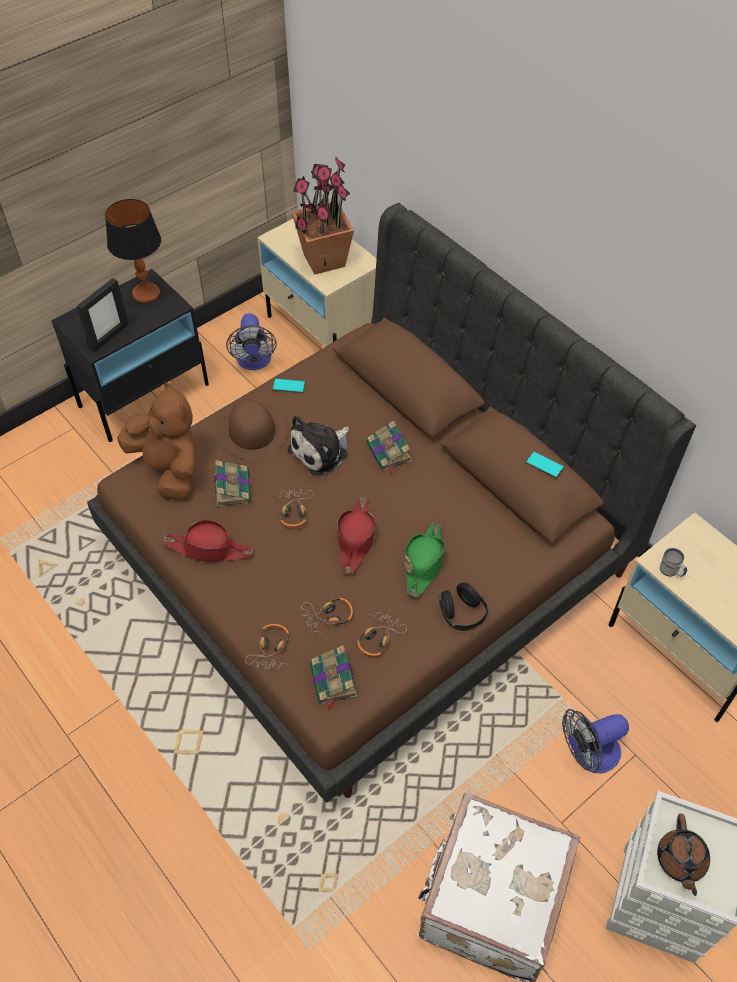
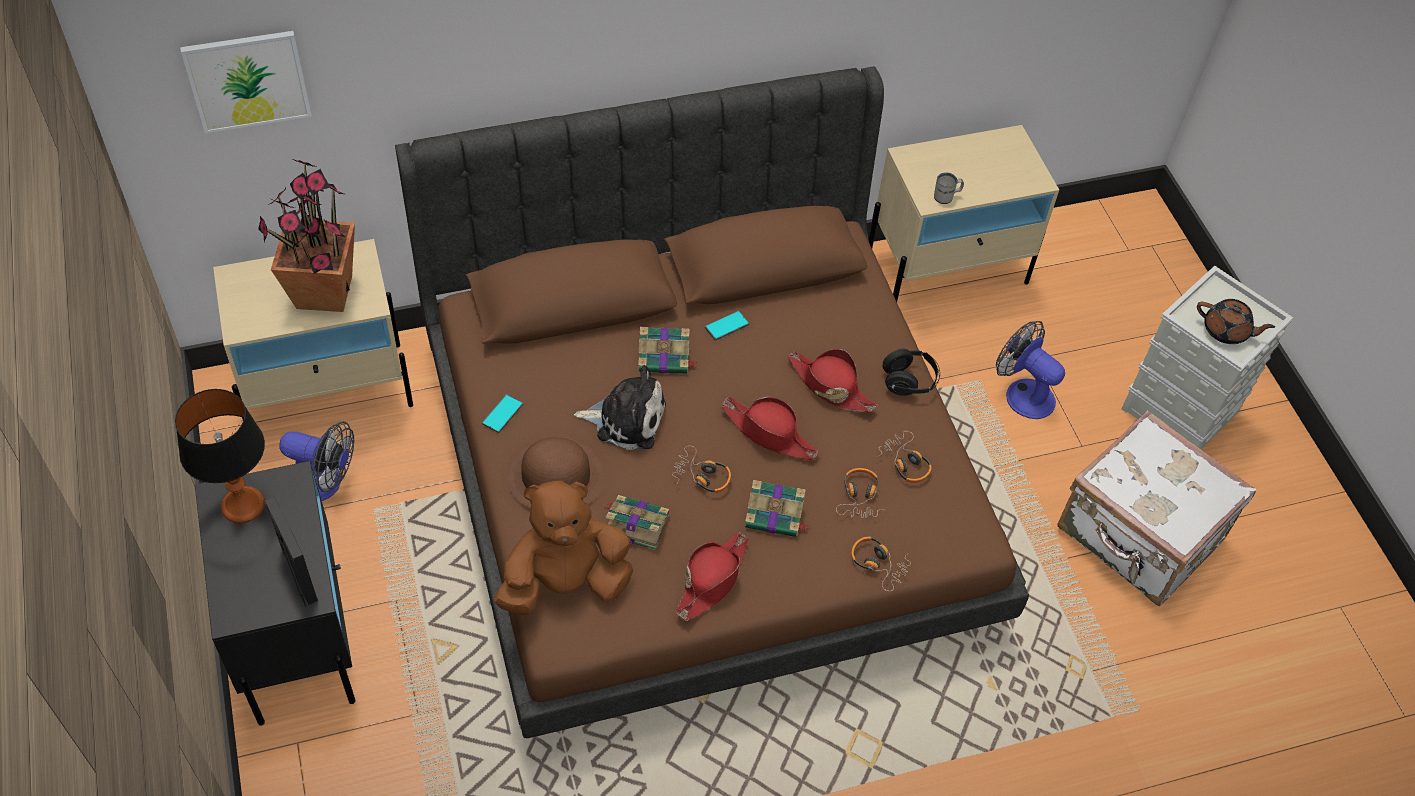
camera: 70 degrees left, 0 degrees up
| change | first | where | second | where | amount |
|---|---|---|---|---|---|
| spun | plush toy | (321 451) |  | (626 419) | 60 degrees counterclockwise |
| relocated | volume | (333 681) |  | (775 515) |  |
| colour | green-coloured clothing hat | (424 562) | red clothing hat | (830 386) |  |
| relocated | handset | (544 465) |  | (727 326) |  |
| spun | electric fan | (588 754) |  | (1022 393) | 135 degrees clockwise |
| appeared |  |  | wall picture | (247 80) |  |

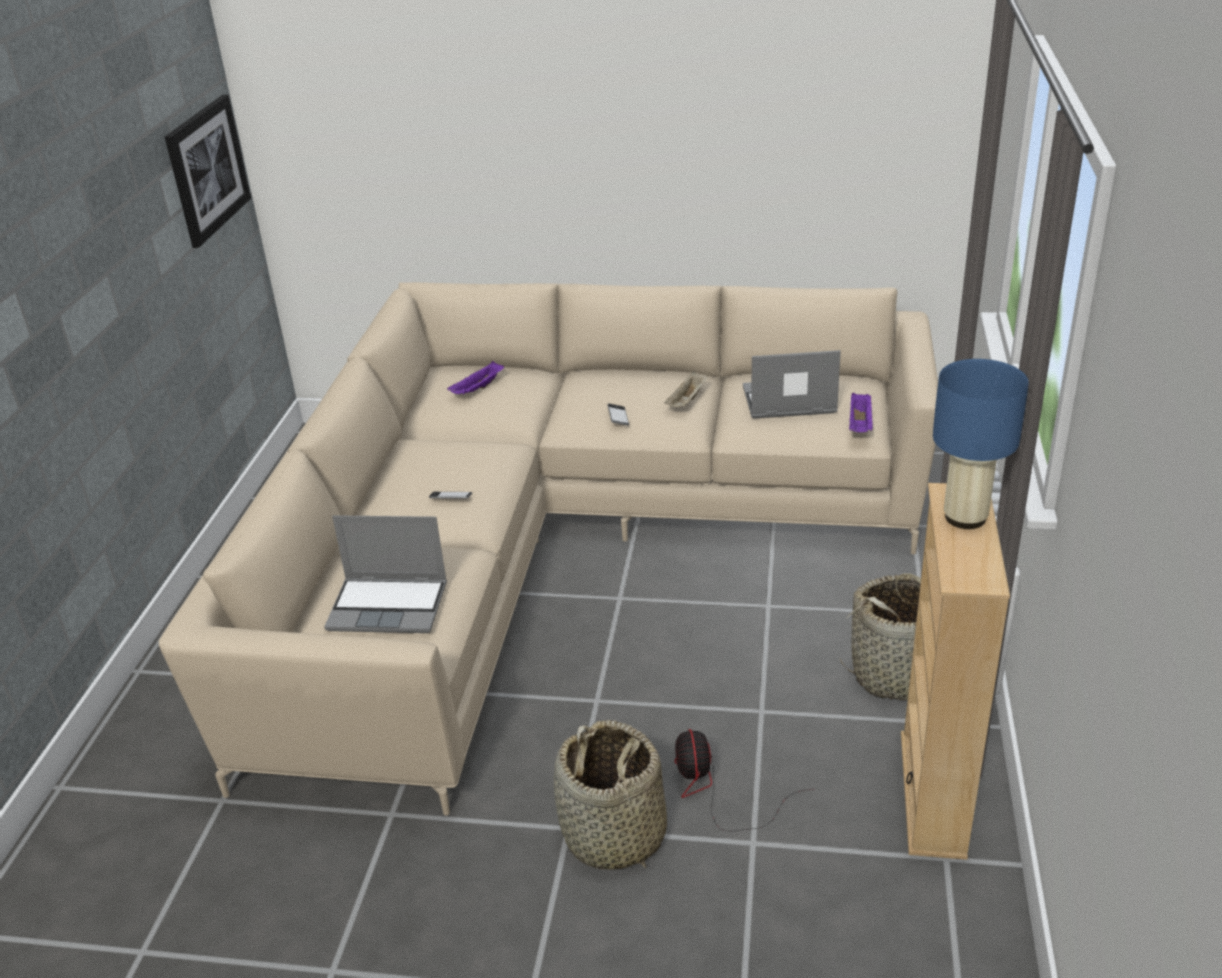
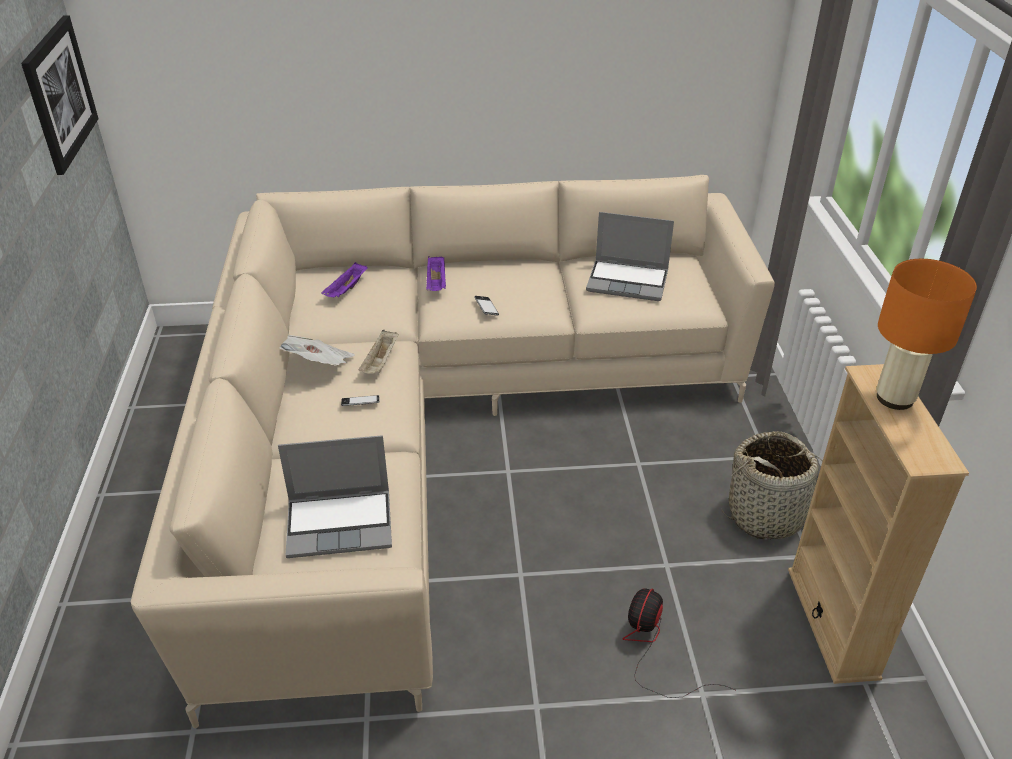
camera: 15 degrees left, 5 degrees up
| change | first | where | second | where | amount |
|---|---|---|---|---|---|
| missing | basket | (614 836) |  |  |  |
| relocated | beige-coloured tray | (687 401) |  | (380 362) |  |
| spun | electric fan | (715 791) |  | (653 648) | 45 degrees clockwise |
| spun | portable computer | (787 402) |  | (628 281) | 150 degrees counterclockwise |
| relocated | purplish tray | (860 424) |  | (436 283) |  |
| colour | blue lamp for a table | (966 518) | orangey lamp for a table | (896 398) |  |
| appeared |  |  | newspaper | (317 366) |  |

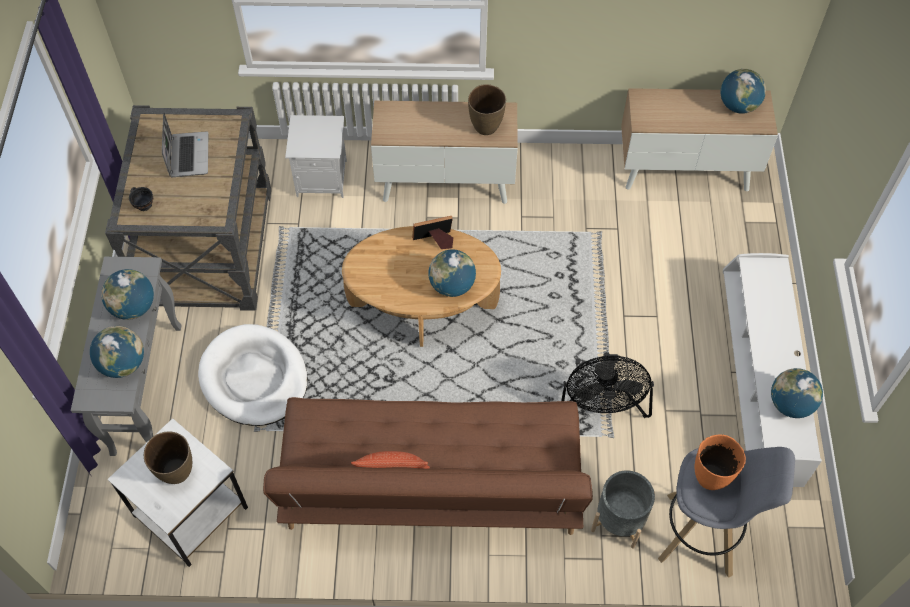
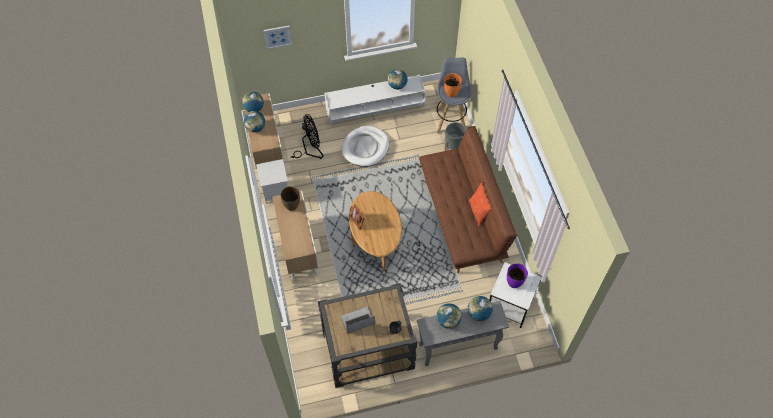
camera: 105 degrees left, 0 degrees up
| change | first | where | second | where | amount |
|---|---|---|---|---|---|
| colour | brown-coloured flower vase | (177 472) | purplish flower vase | (514 282) |  |
| relocated | white-coloured dog cushion | (254 378) |  | (365 148) |  |
| relocated | gray night table | (323 177) |  | (275 190) |  |
| relocated | world globe | (452 286) |  | (256 128) |  |
| relocated | black-coloured electric fan | (598 401) |  | (309 146) |  |
| appeared |  |  | wall picture | (277 36) |  |

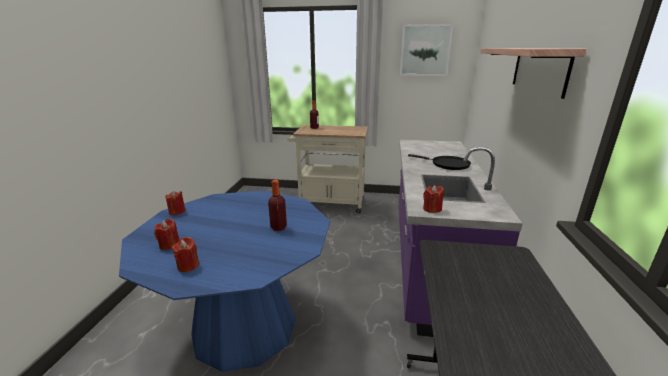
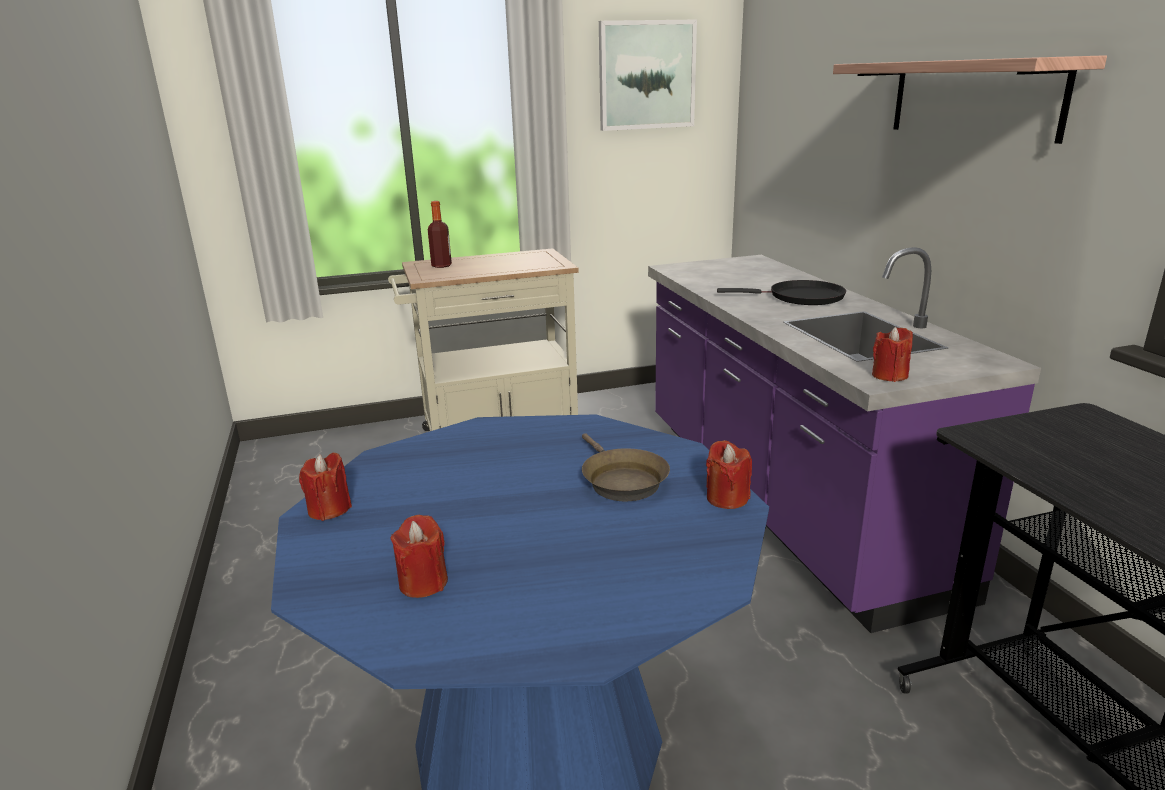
camera: 25 degrees left, 0 degrees up
| change | first | where | second | where | amount |
|---|---|---|---|---|---|
| relocated | red candle | (188 266) |  | (727 498) |  |
| exchanged | bottle | (278 227) | brown-coloured pan | (621 481) |  |

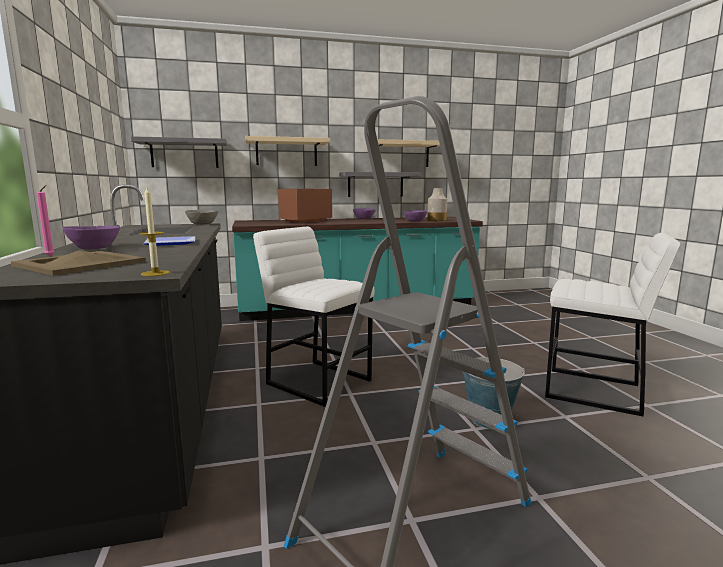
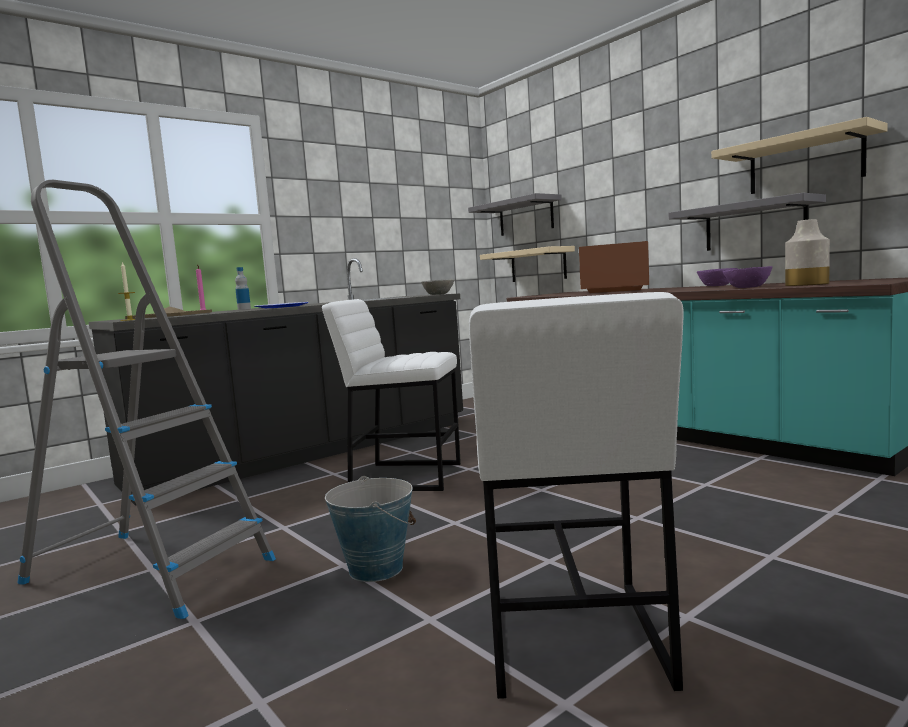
camera: 65 degrees right, 5 degrees down
| change | first | where | second | where | amount |
|---|---|---|---|---|---|
| exchanged | purplish bowl | (95 248) | bottle | (244 309) |  |
| relocated | beige-coloured wall shelf | (286 152) |  | (538 265) |  |
| spun | white-coloured chair | (317 381) |  | (403 476) | 90 degrees counterclockwise |

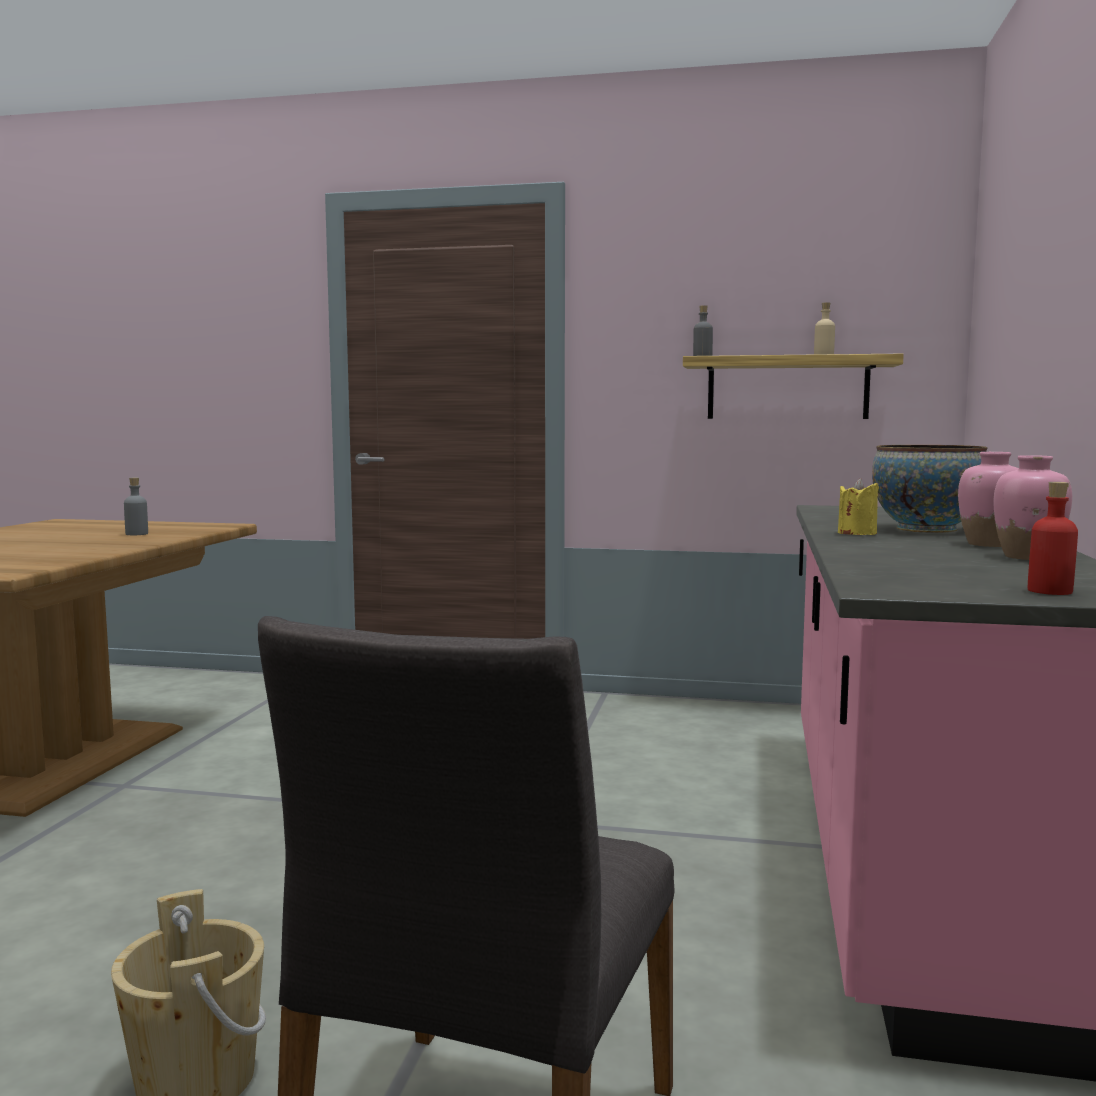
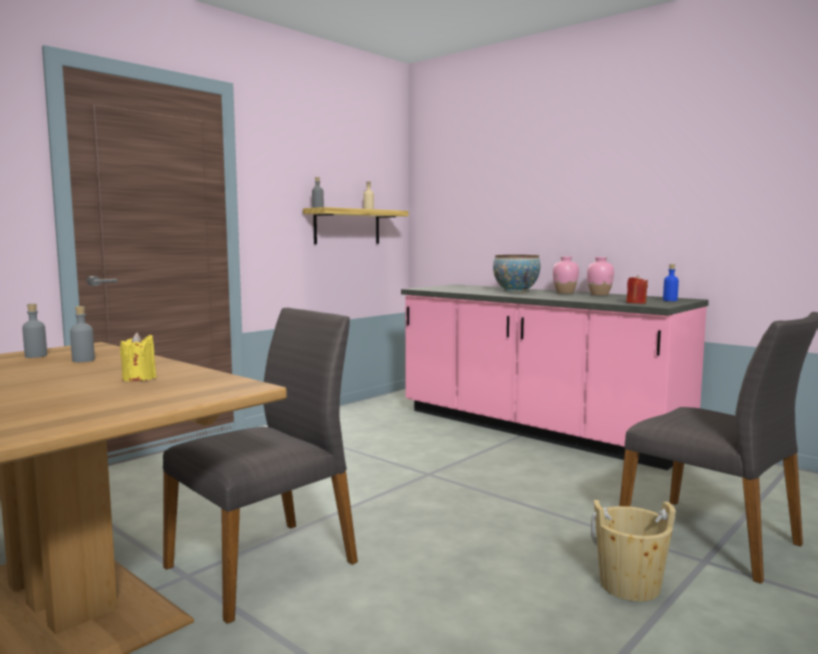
camera: 60 degrees left, 0 degrees up
| change | first | where | second | where | amount |
|---|---|---|---|---|---|
| relocated | yellow-coloured candle | (857 533) |  | (139 378) |  |
| colour | red bottle | (1050 591) | blue bottle | (670 300) |  |
| appeared |  |  | gray bottle | (36 356) |  |
| appeared |  |  | gray chair | (265 564) |  |
| appeared |  |  | red candle | (636 303) |  |

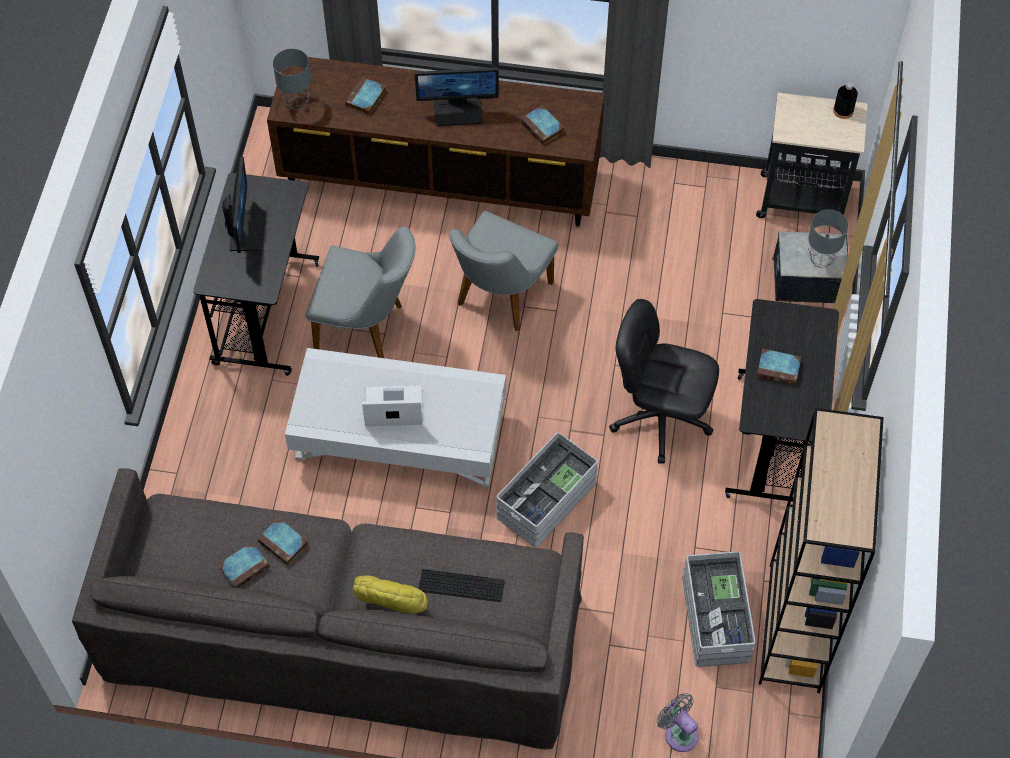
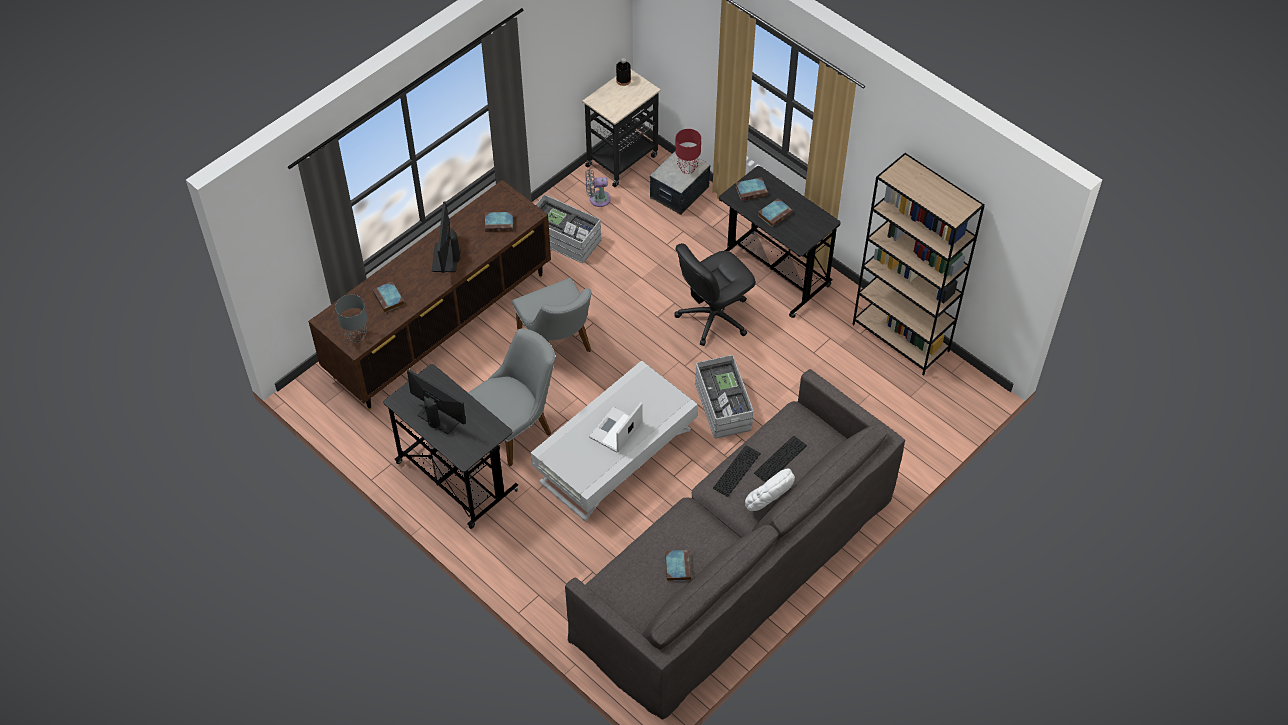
camera: 55 degrees left, 5 degrees down
| change | first | where | second | where | amount |
|---|---|---|---|---|---|
| relocated | volume | (284 543) |  | (752 190) |  |
| colour | yellow-coloured throw pillow | (391 608) | white-coloured throw pillow | (768 504) |  |
| spun | monitor | (458 111) |  | (446 258) | 150 degrees clockwise |
| relocated | gray electric fan | (679 732) |  | (597 199) |  |
| relocated | gray storage box | (717 618) |  | (564 238) |  |
| colour | gray lamp for a table | (821 260) | red lamp for a table | (687 169) |  |
| appeared |  |  | PC keyboard | (736 471) |  |

